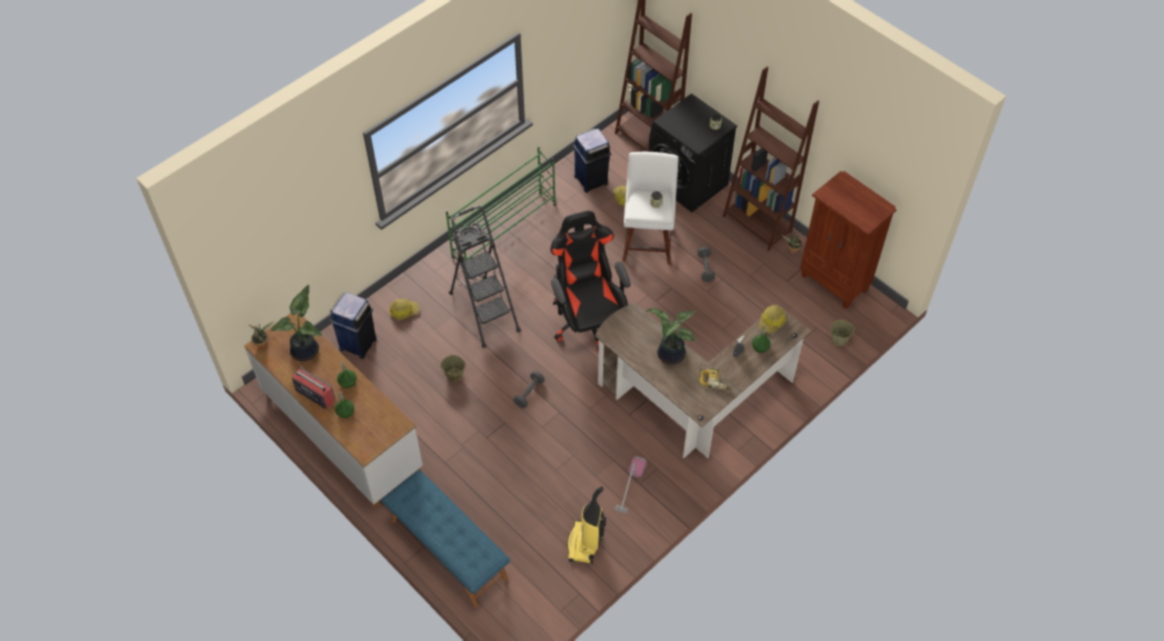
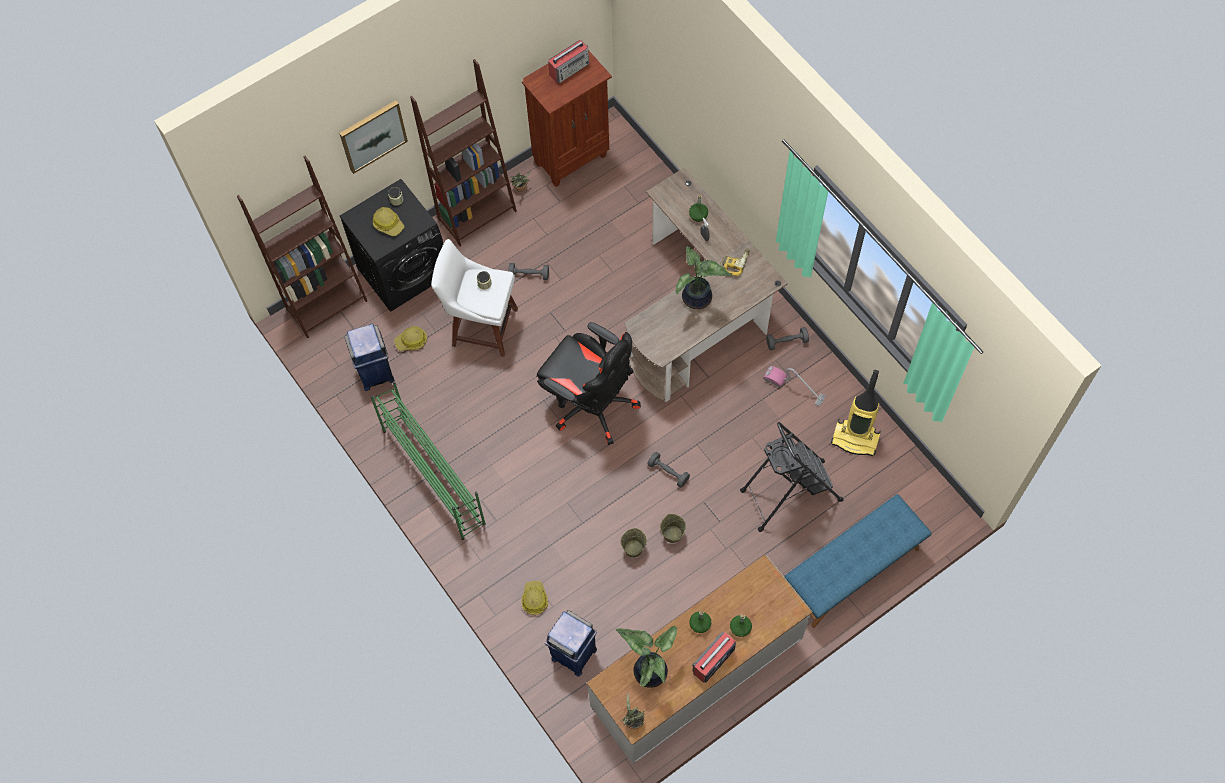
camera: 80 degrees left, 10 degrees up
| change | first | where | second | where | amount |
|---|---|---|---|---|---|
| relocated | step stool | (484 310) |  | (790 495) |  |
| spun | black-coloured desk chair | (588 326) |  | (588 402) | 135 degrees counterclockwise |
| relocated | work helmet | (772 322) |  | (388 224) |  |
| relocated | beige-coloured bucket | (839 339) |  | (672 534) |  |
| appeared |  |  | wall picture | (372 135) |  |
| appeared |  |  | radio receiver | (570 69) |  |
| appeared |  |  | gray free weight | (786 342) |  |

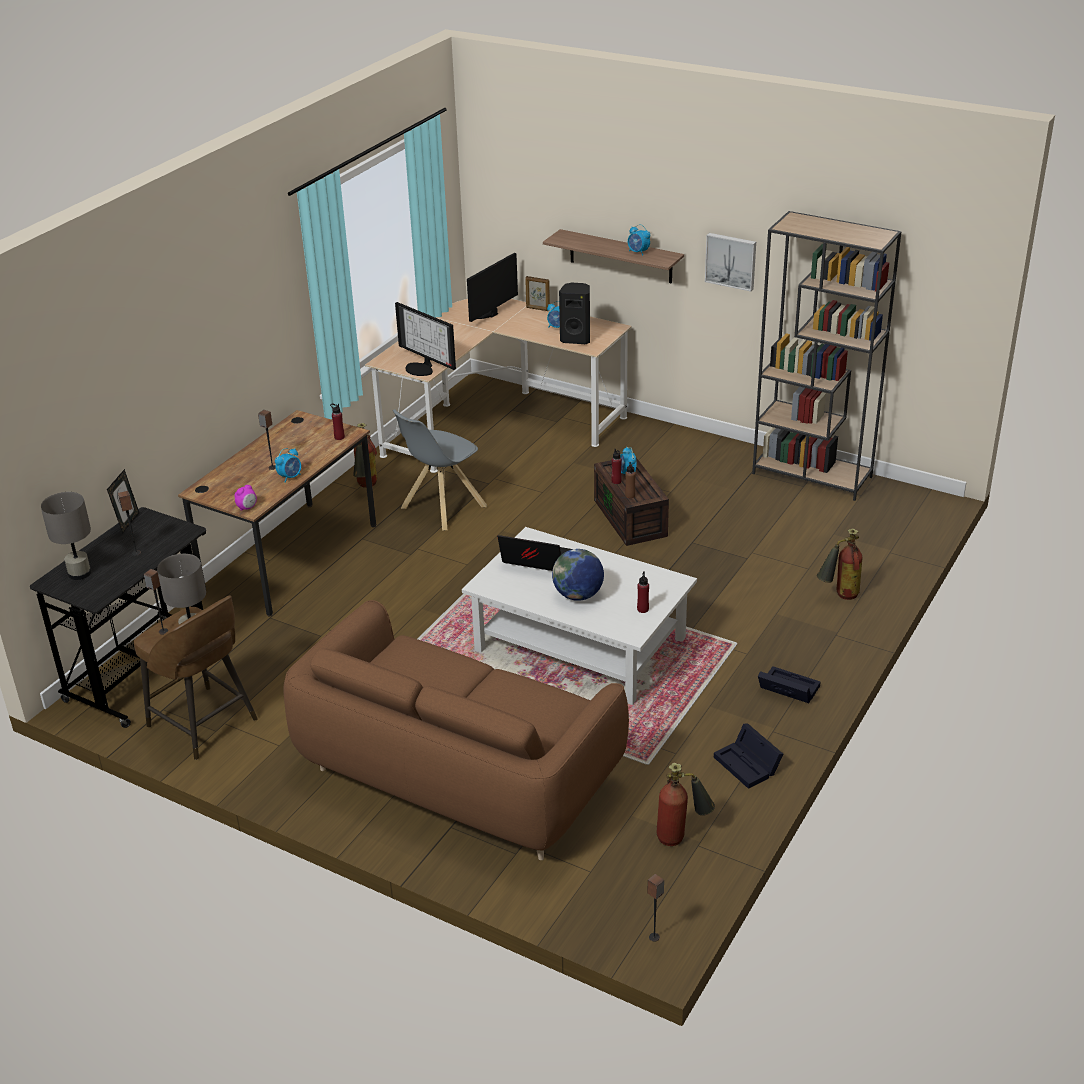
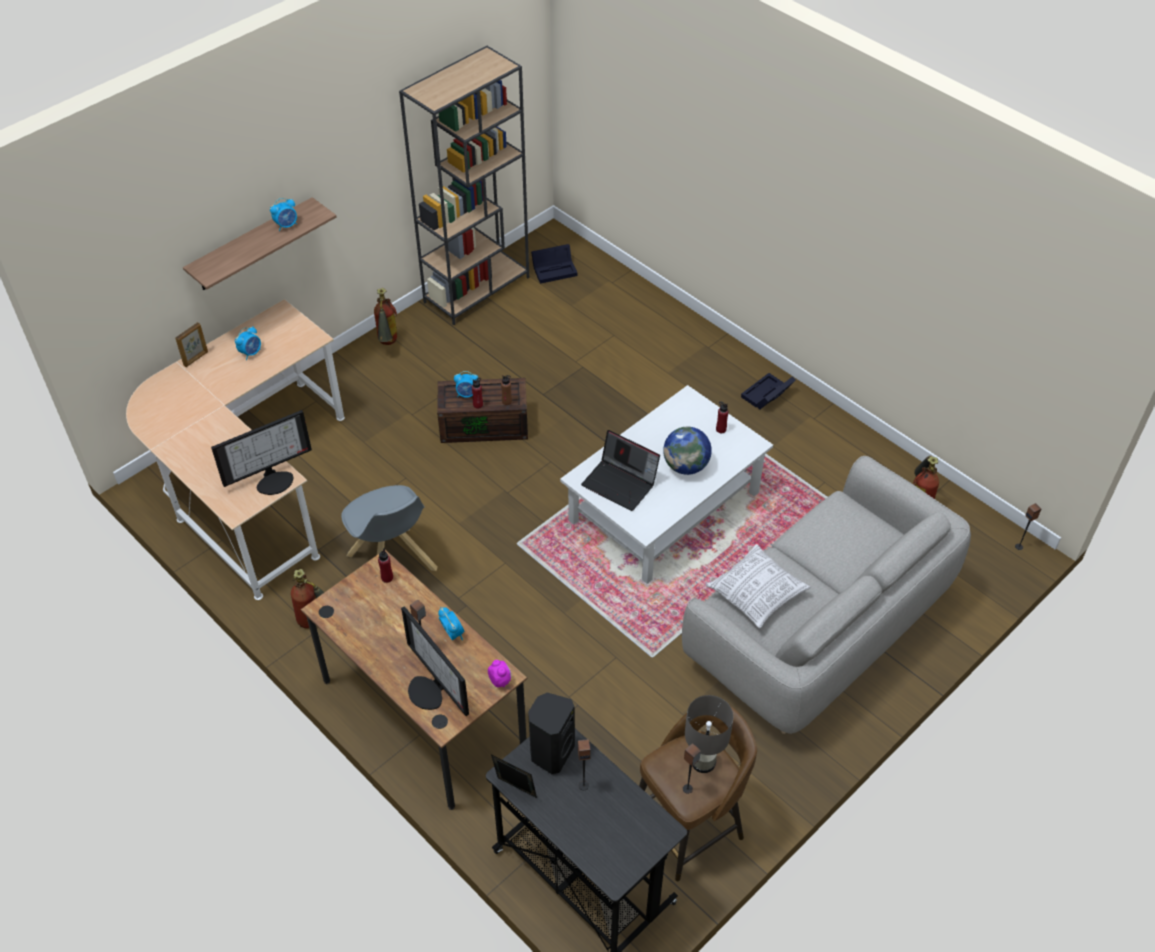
camera: 75 degrees left, 15 degrees up
| change | first | where | second | where | amount |
|---|---|---|---|---|---|
| missing | gray lamp for a table | (79 573) |  |  |  |
| colour | brown-coloured sofa | (458 776) | gray sofa | (817 630) |  |
| relocated | monitor | (487 313) |  | (430 691) |  |
| spun | portable computer | (535 561) |  | (621 483) | 90 degrees counterclockwise |
| relocated | black-coloured audio speaker | (576 339) |  | (551 752) |  |
| missing | wall picture | (731 261) |  |  |  |
| relocated | black-coloured storage box | (749 765) |  | (555 269) |  |
| relocated | extinguisher | (838 596) |  | (387 345) |  |
| appeared |  |  | throw pillow | (756 594) |  |

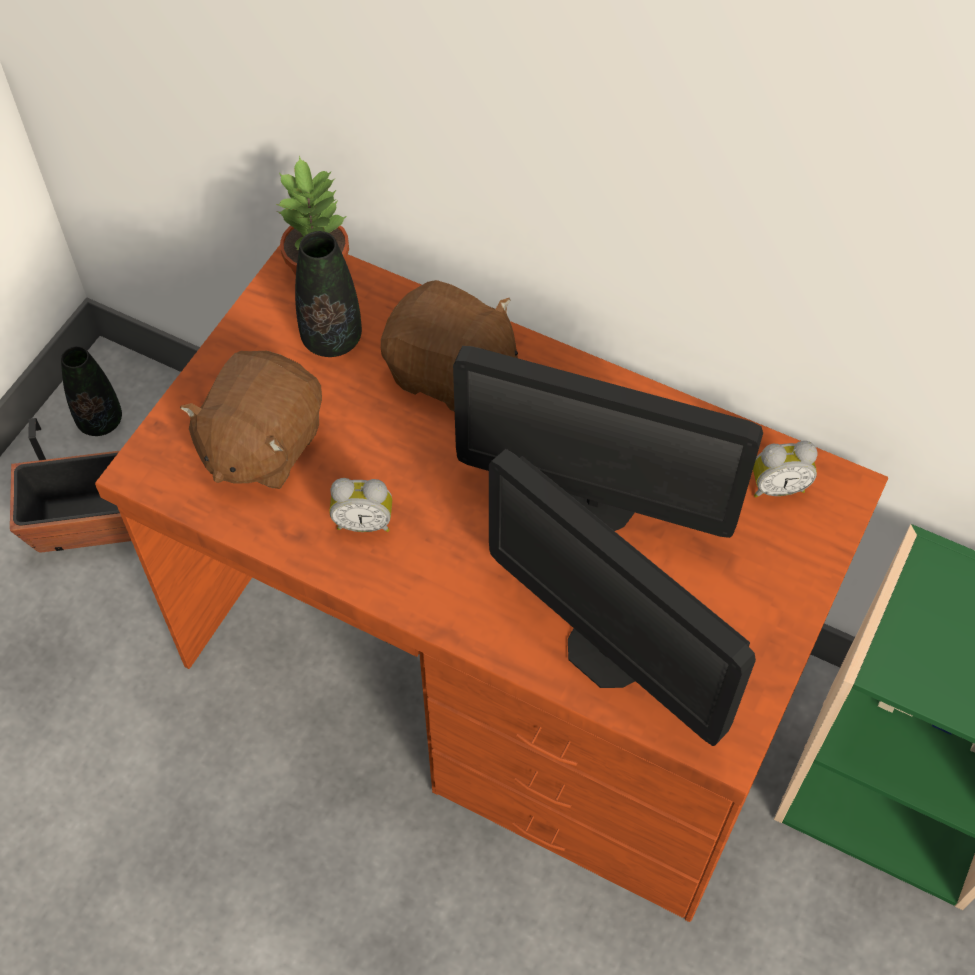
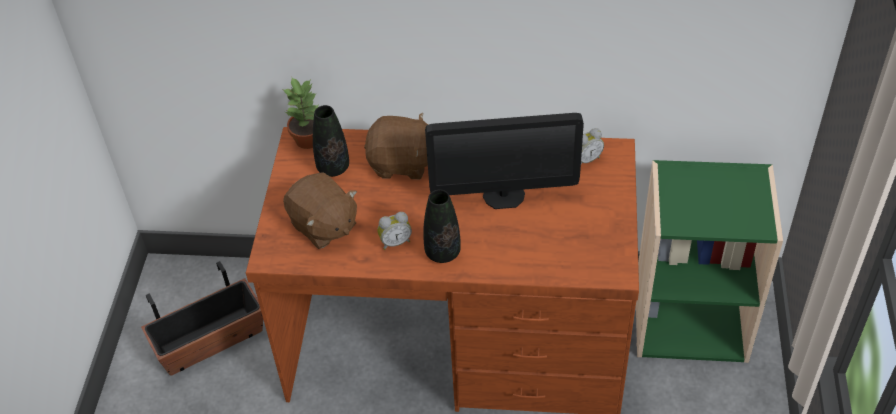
camera: 20 degrees left, 10 degrees down
| change | first | where | second | where | amount |
|---|---|---|---|---|---|
| relocated | black-coloured flower vase | (100 421) |  | (442 253) |  |
| spun | brown-coloured plush toy | (261 444) |  | (323 226) | 45 degrees counterclockwise |
| missing | monitor | (607 651) |  |  |  |

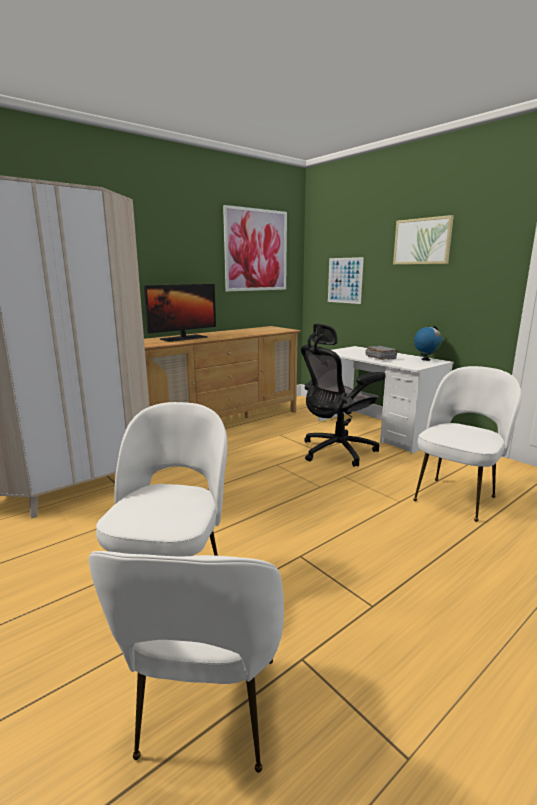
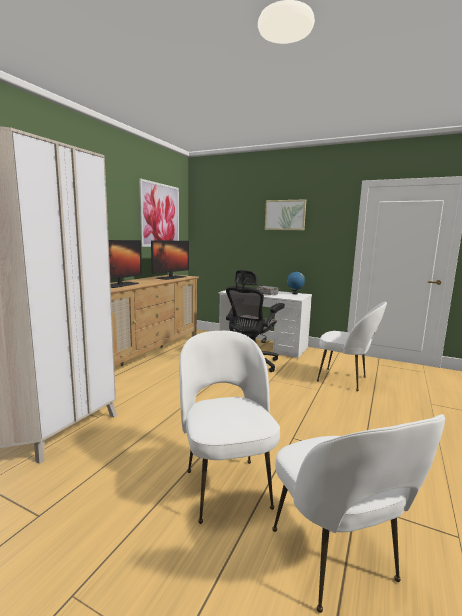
camera: 25 degrees left, 5 degrees down
| change | first | where | second | where | amount |
|---|---|---|---|---|---|
| missing | wall picture | (345 280) |  |  |  |
| spun | white-coloured chair | (457 496) |  | (346 380) | 105 degrees clockwise |
| appeared |  |  | monitor | (171 277) |  |

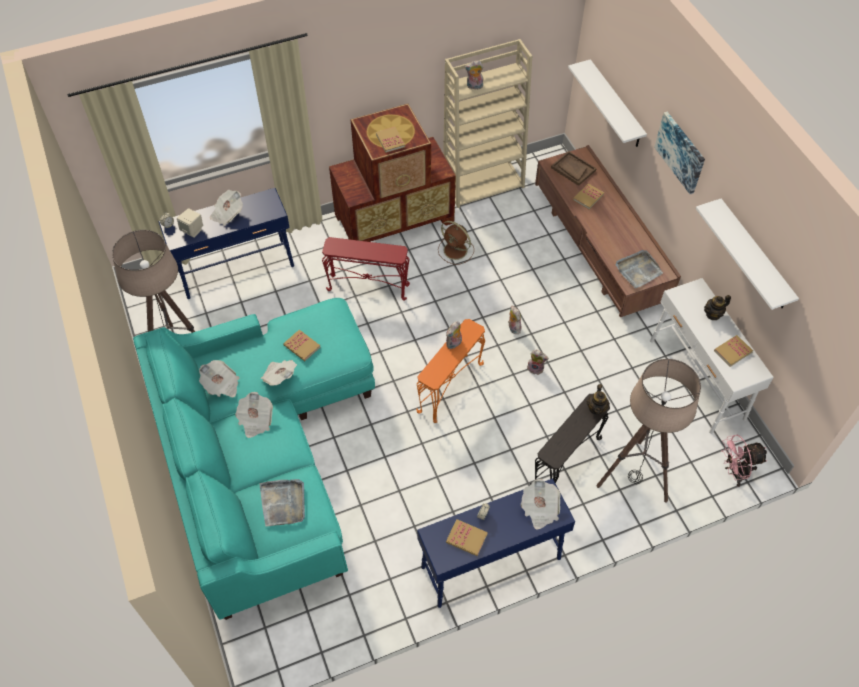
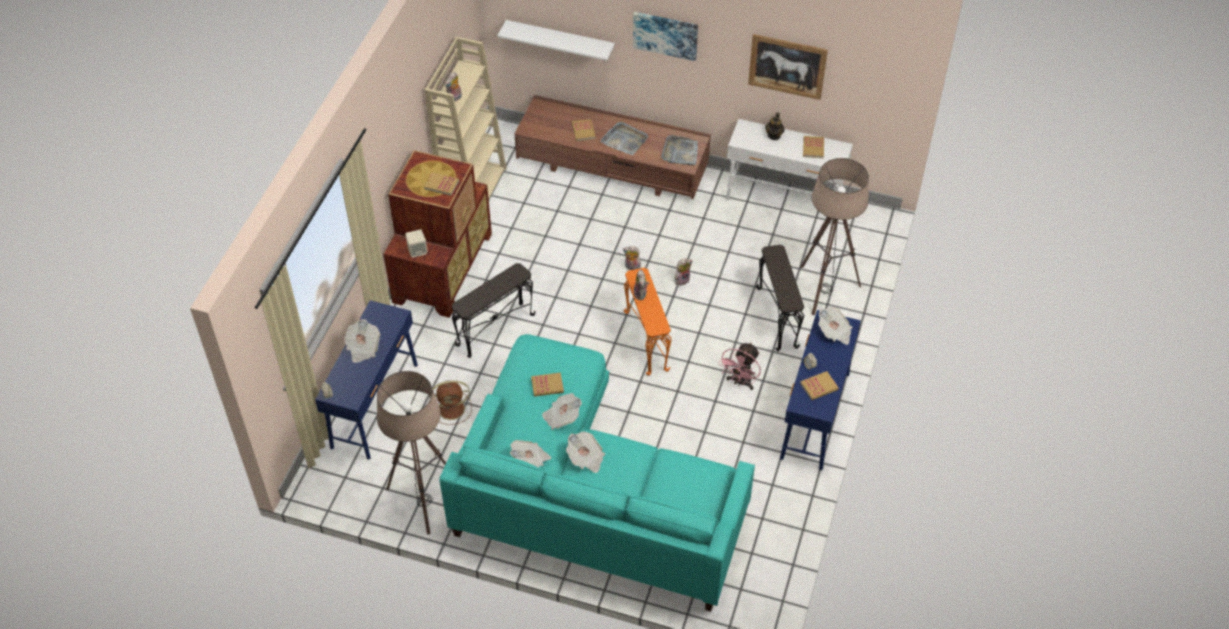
camera: 50 degrees left, 5 degrees down
| change | first | where | second | where | amount |
|---|---|---|---|---|---|
| relocated | beige-coloured audio speaker | (193 230) |  | (417 251) |  |
| relocated | gray tray | (283 503) |  | (624 140) |  |
| colour | red end table | (368 288) | black-coloured end table | (495 330) |  |
| relocated | brown-coloured electric fan | (456 251) |  | (452 408) |  |
| missing | brown-coloured tray | (573 169) |  |  |  |
| missing | tea pot | (596 408) |  |  |  |
| exchanged | white-coloured wall shelf | (754 256) | wall picture | (787 66) |  |
| relocated | pink-coloured electric fan | (734 472) |  | (740 382) |  |

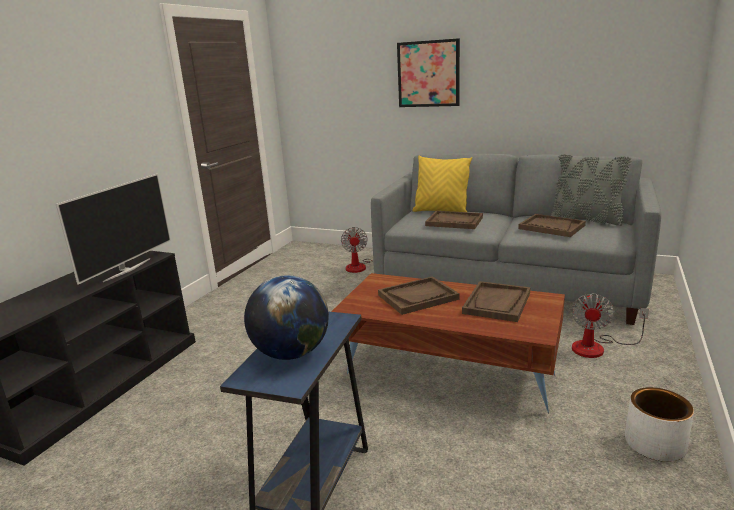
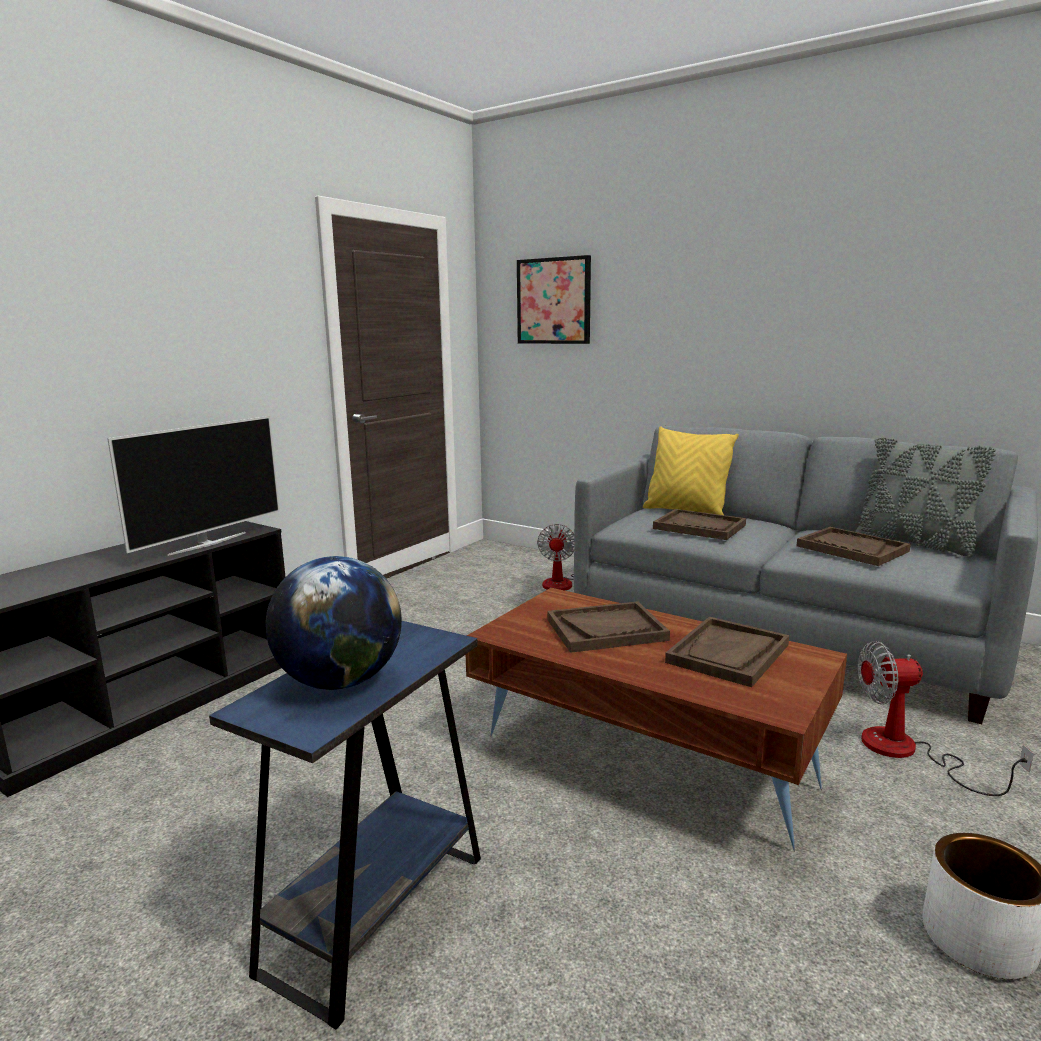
camera: 10 degrees right, 5 degrees down
| change | first | where | second | where | amount |
|---|---|---|---|---|---|
| relocated | wall picture | (428 74) |  | (554 301) |  |
| spun | electric fan | (597 347) |  | (907 752) | 60 degrees clockwise |

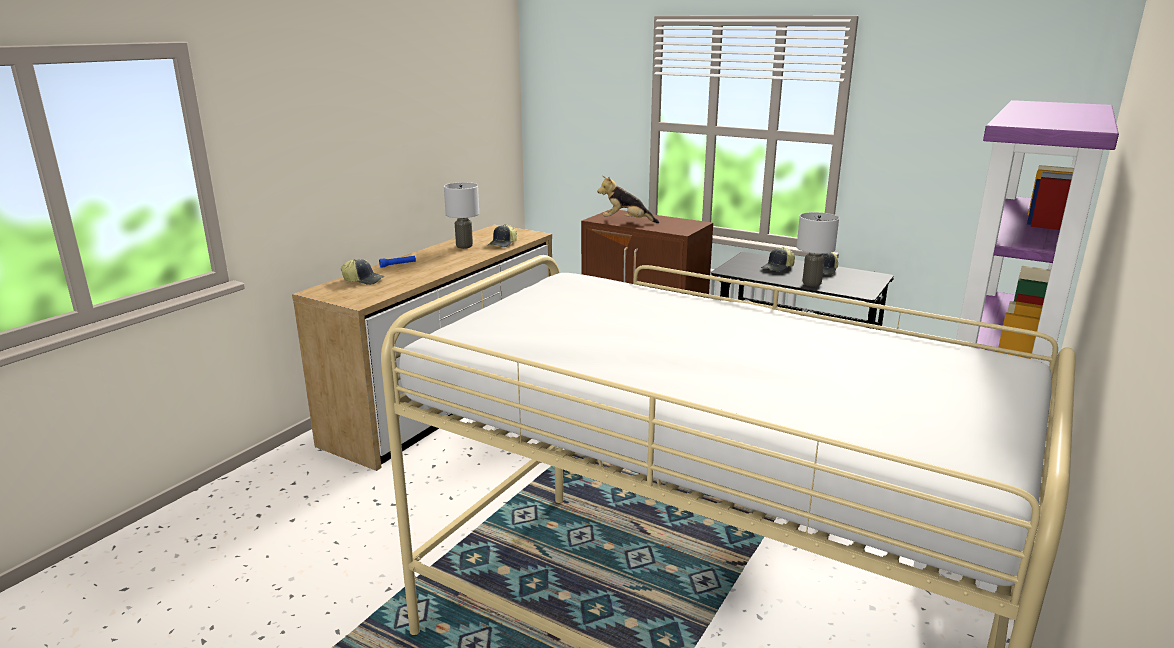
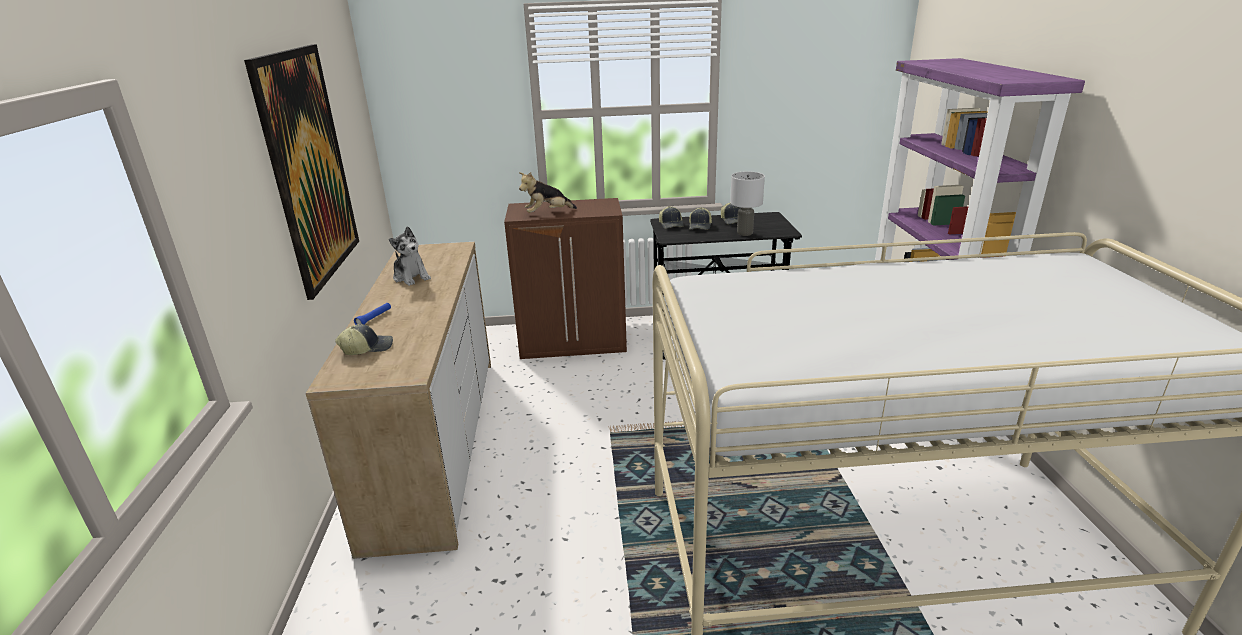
camera: 35 degrees left, 5 degrees up
| change | first | where | second | where | amount |
|---|---|---|---|---|---|
| exchanged | white-coloured lamp for a table | (465 246) | plush toy | (411 277) |  |
| relocated | peaked cap | (503 244) |  | (671 224) |  |
| appeared |  |  | wall picture | (309 167) |  |

